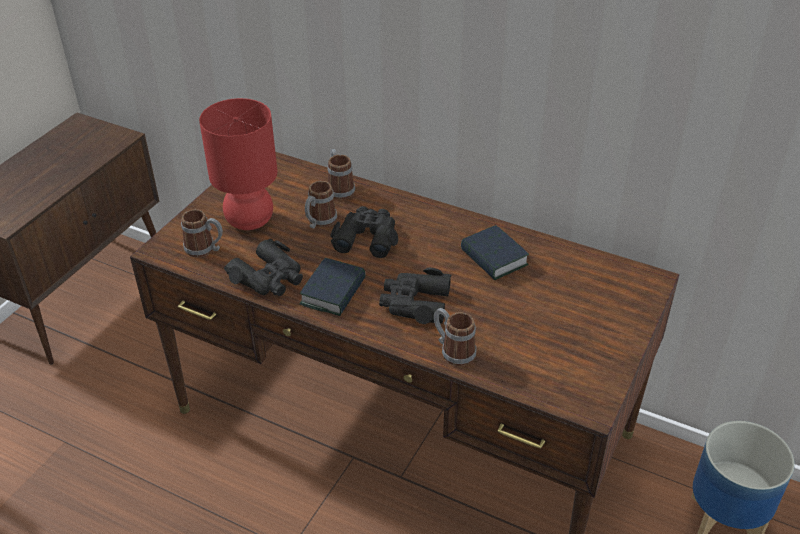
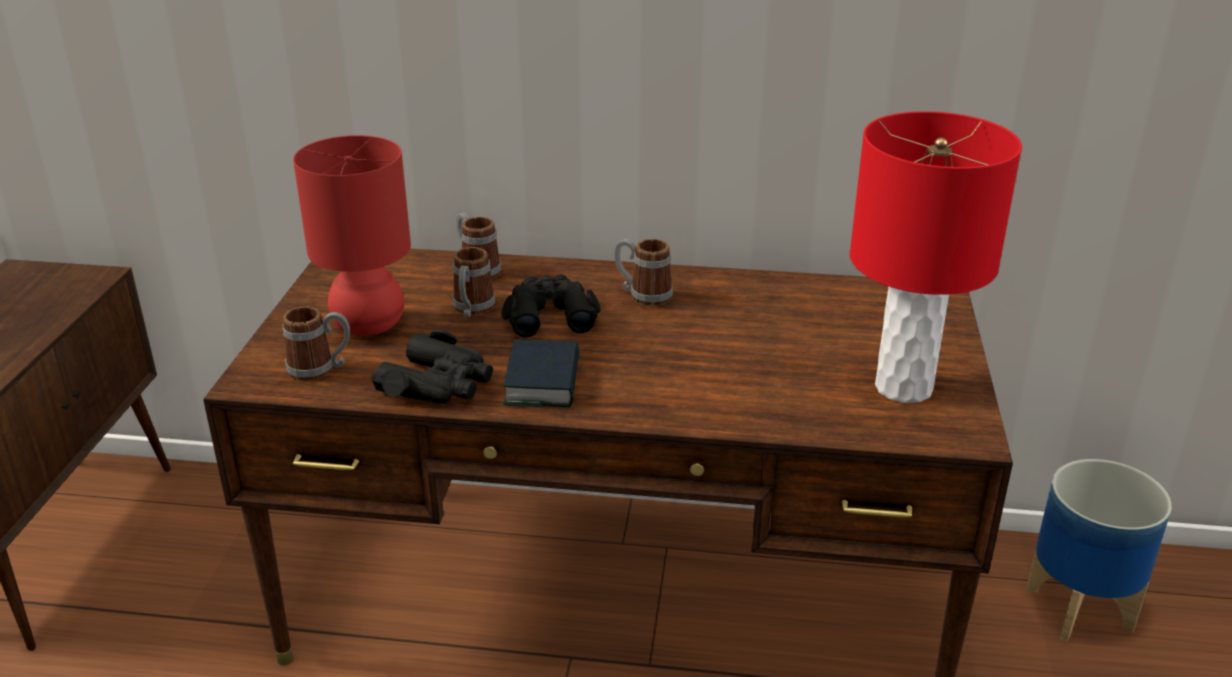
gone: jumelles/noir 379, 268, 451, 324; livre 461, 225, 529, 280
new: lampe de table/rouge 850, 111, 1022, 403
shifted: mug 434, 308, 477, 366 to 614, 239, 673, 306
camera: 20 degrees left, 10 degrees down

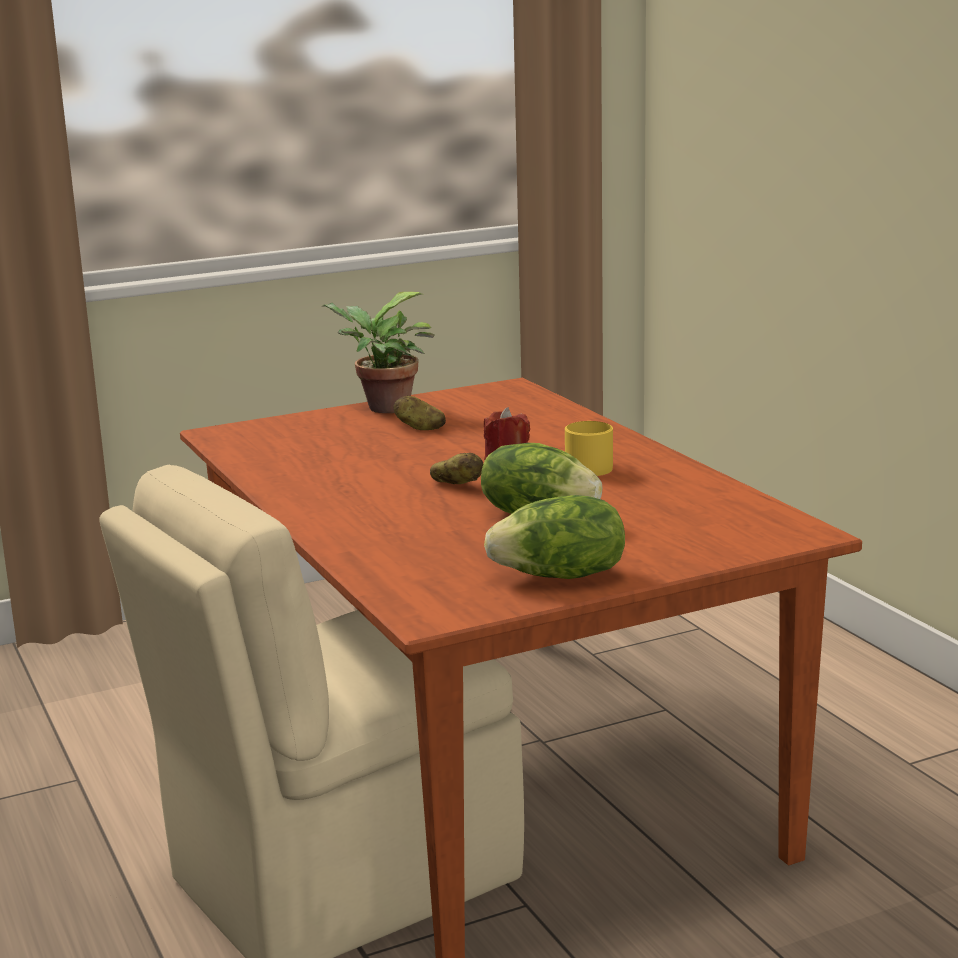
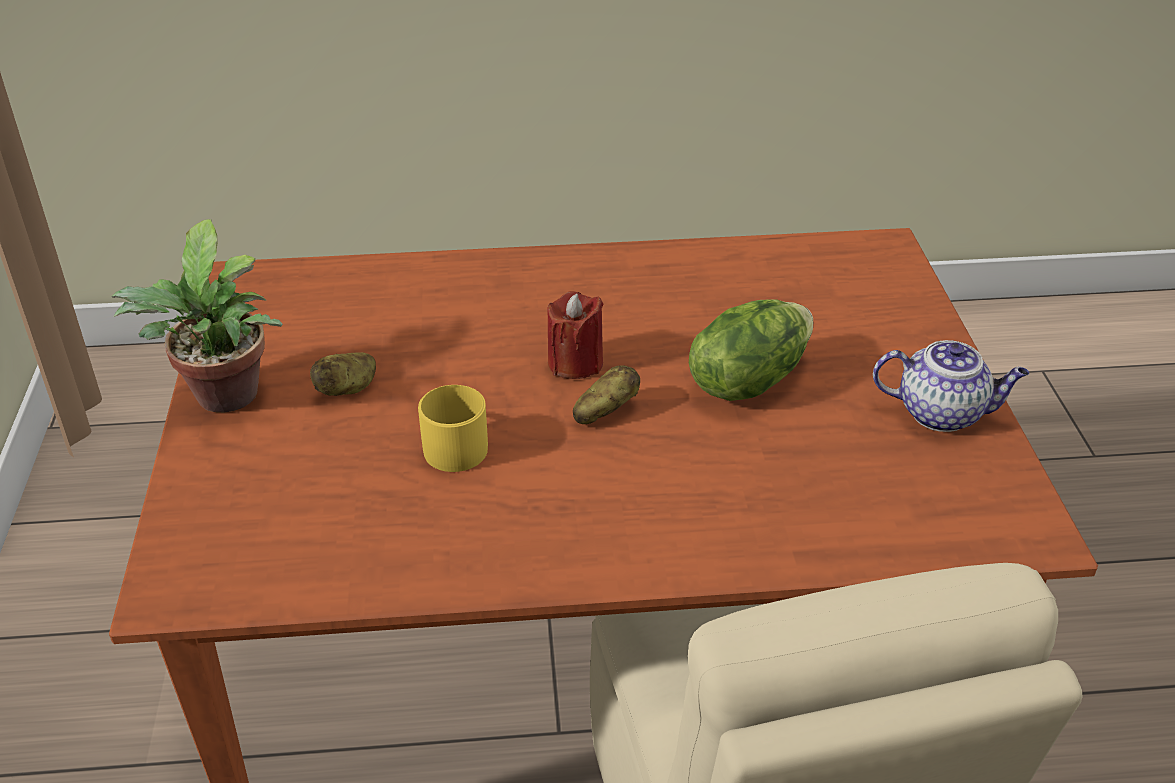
shifted: mug/jaune 565, 421, 613, 476 to 418, 385, 488, 472
swapped: laitue 484, 495, 625, 579 to théière 873, 340, 1029, 432
camera: 70 degrees left, 20 degrees up

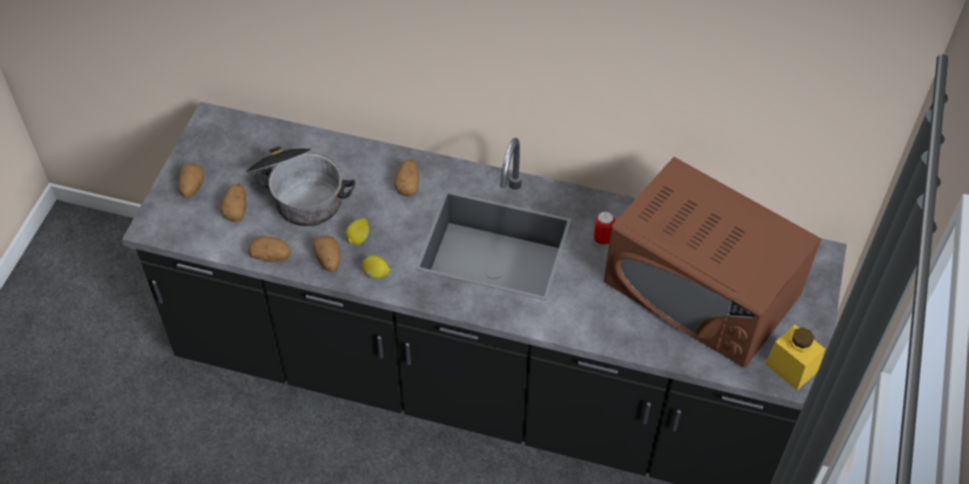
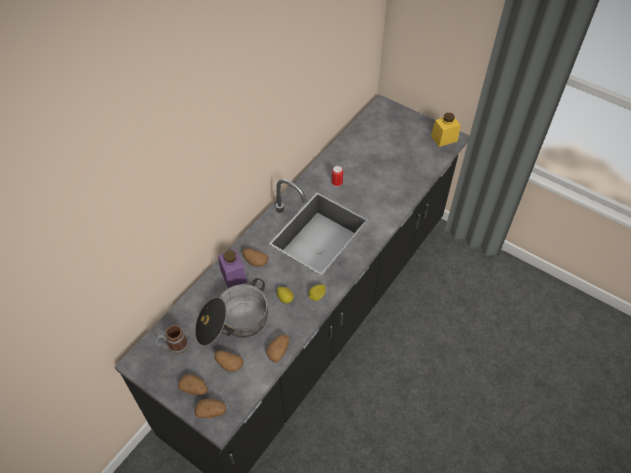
gone: micro-ondes/marron 604, 157, 821, 368
new: mug 155, 325, 188, 354; bocal/violet 218, 249, 247, 288
shifted: pomme de terre 312, 236, 341, 272 to 194, 399, 227, 418
camera: 70 degrees left, 0 degrees up

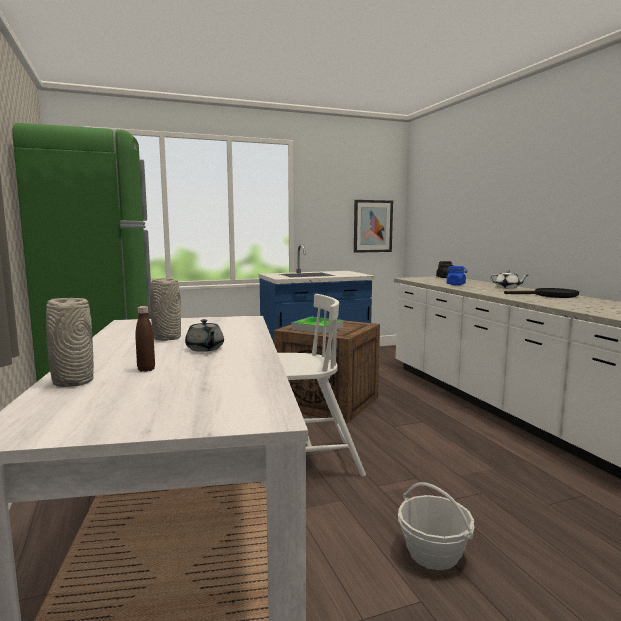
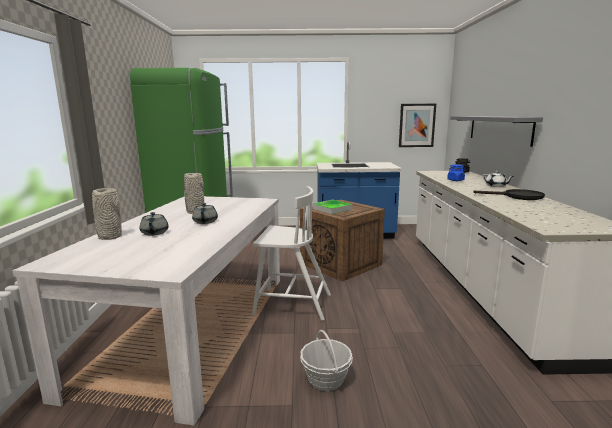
new: étagère/gris 450, 116, 543, 147
swapped: bouteille/marron 135, 306, 155, 372 to théière/gris 139, 212, 169, 236
camera: 20 degrees right, 5 degrees up

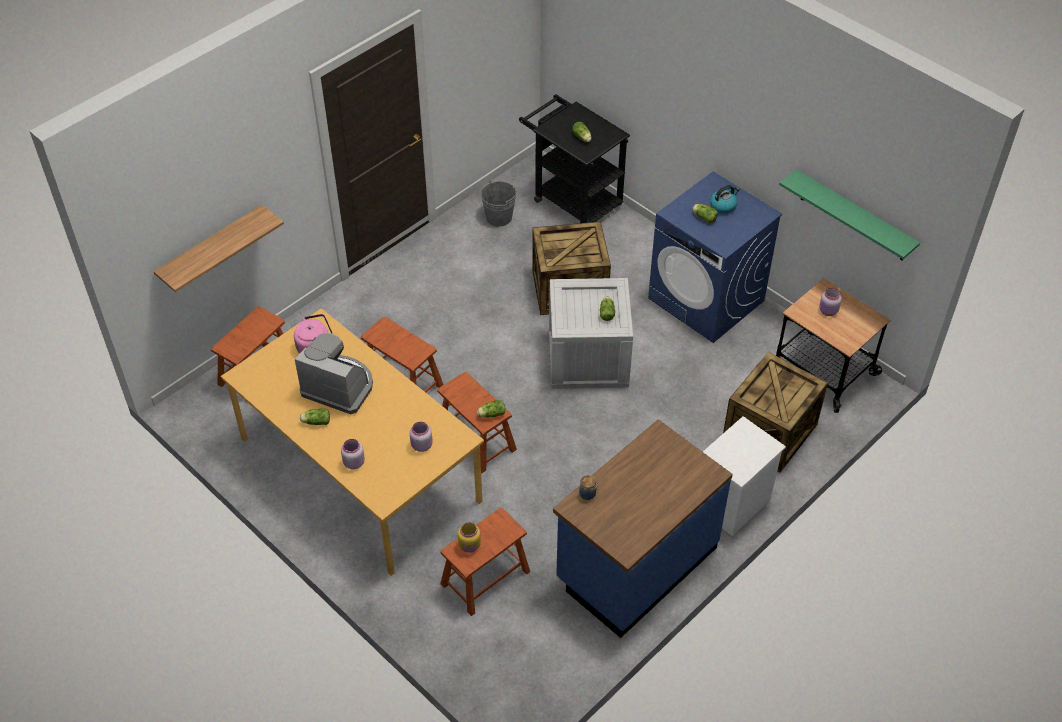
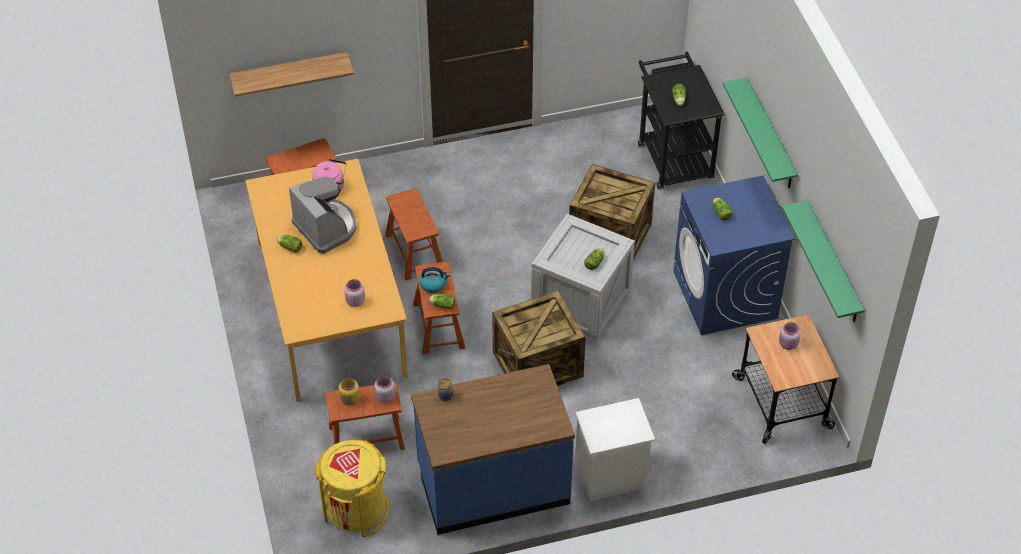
gone: seau/gris 481, 181, 516, 227
new: poubelle/jaune 315, 439, 389, 537; étagère/vert 723, 78, 798, 188
shifted: bocal/rose 341, 439, 365, 469 to 374, 375, 395, 403; bouilloire 710, 185, 740, 214 to 419, 267, 450, 293; caisse 723, 352, 828, 473 to 492, 290, 586, 386
camera: 30 degrees right, 0 degrees up

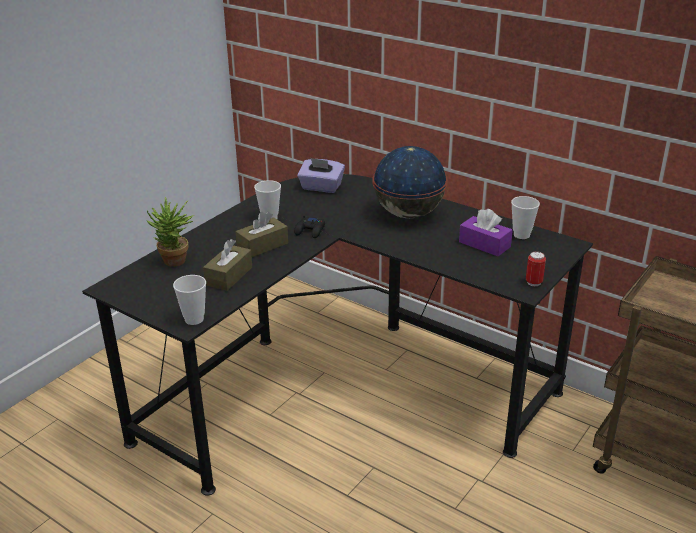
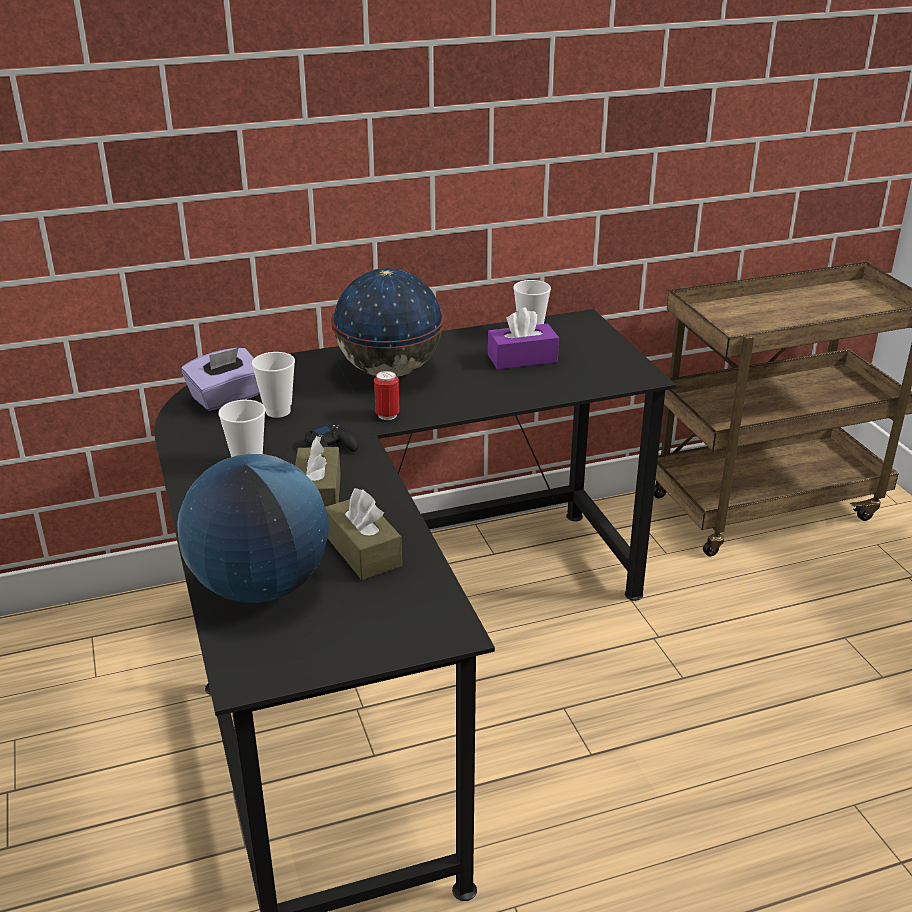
shifted: tasse 173, 275, 206, 325 to 252, 352, 295, 418; boîte métallique 526, 251, 546, 286 to 374, 371, 400, 420
swapped: plante en pot 147, 197, 194, 267 to globe 177, 454, 329, 603
camera: 55 degrees left, 0 degrees up

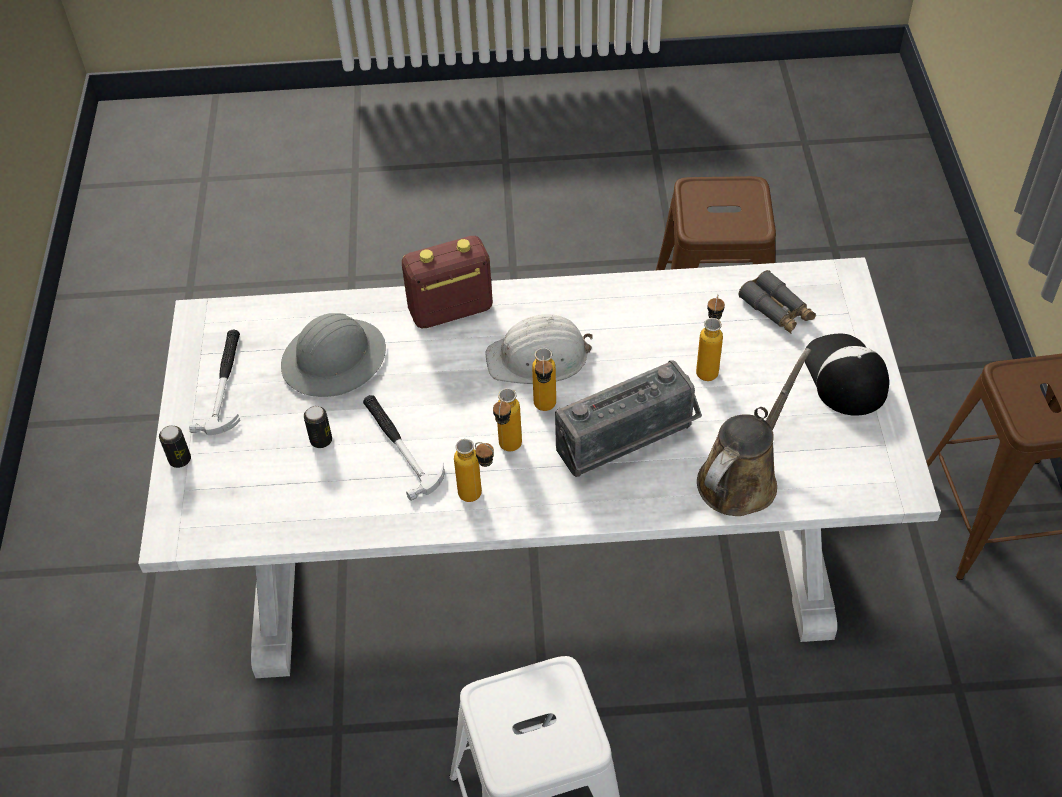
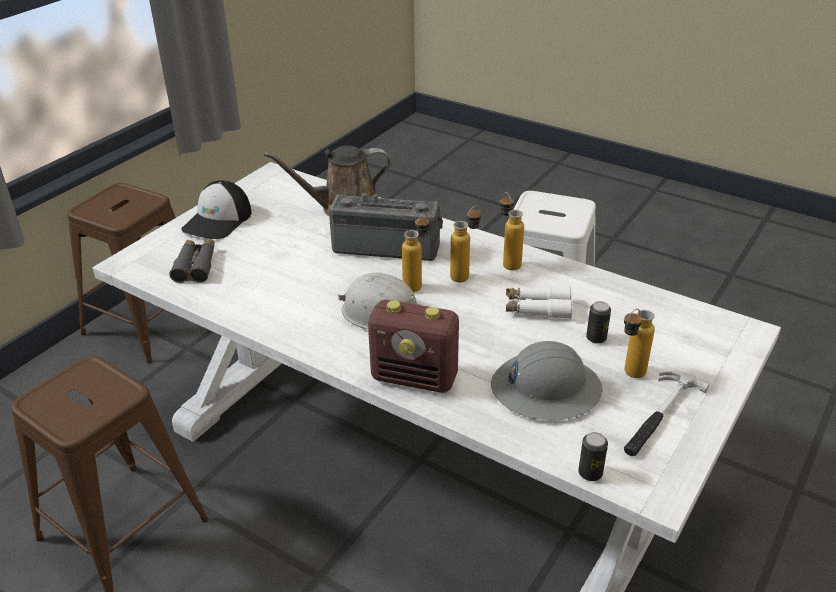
shifted: boîte métallique 159, 425, 191, 468 to 578, 432, 608, 481; bouteille 696, 294, 725, 381 to 624, 309, 655, 378
swapped: marteau 363, 395, 445, 501 to jumelles/blanc 506, 286, 573, 318
camera: 145 degrees left, 15 degrees down

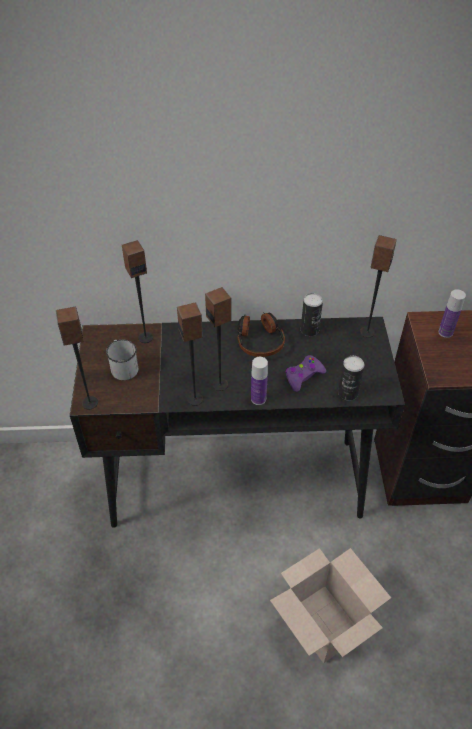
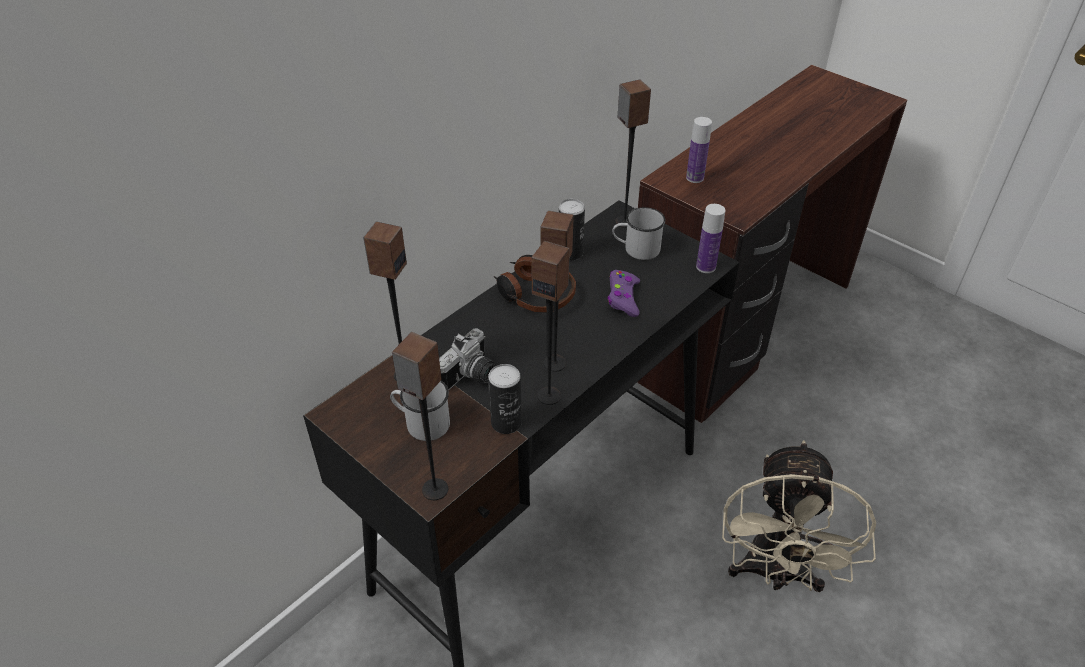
new: appareil photo 439, 329, 496, 391; mug/blanc 613, 207, 666, 260
shifted: bouteille 251, 357, 268, 405 to 696, 204, 726, 273; boîte métallique 338, 356, 364, 400 to 488, 364, 522, 434
swapped: carton 270, 548, 391, 663 to ventilateur/beige 722, 440, 876, 592
camera: 45 degrees left, 5 degrees down

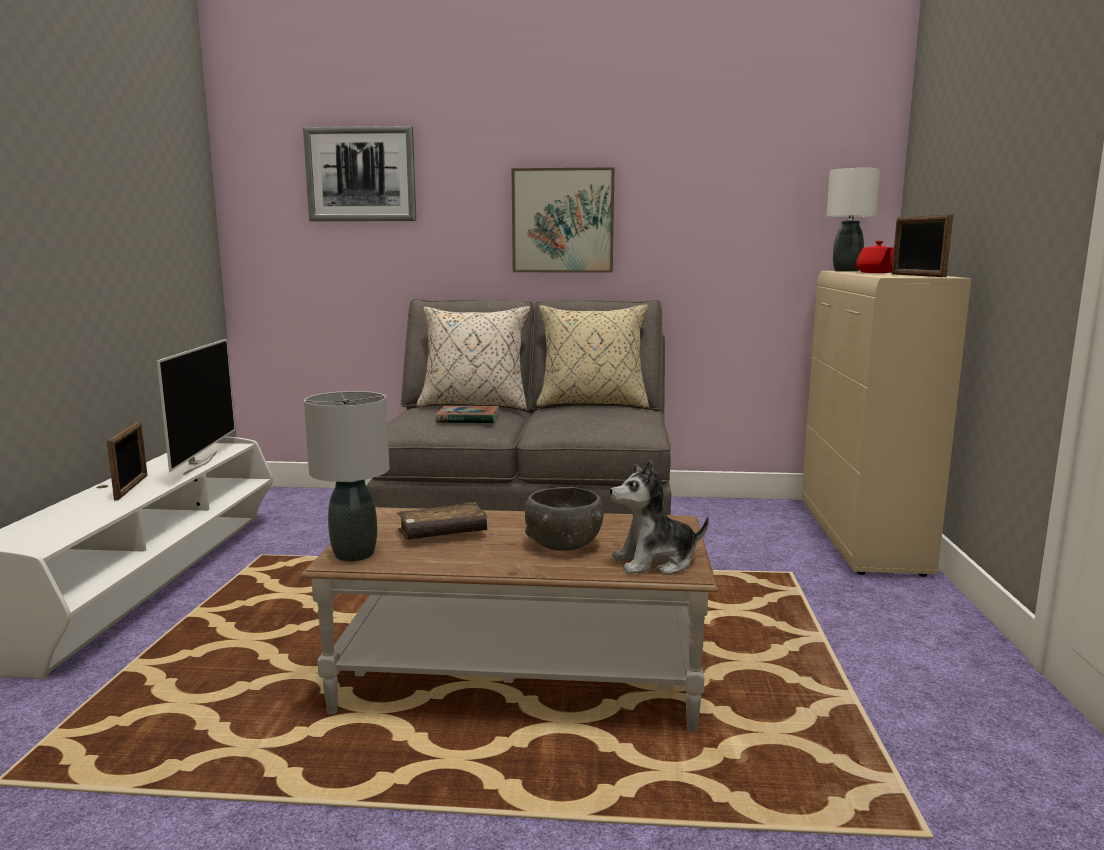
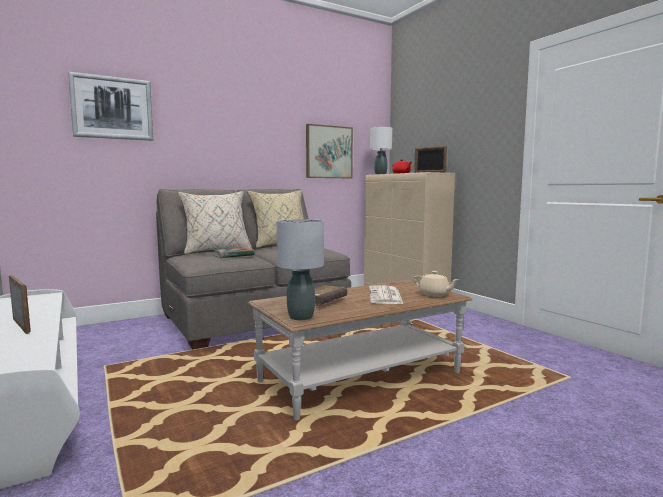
gone: téléviseur 157, 339, 235, 475
shifted: tableau 512, 167, 614, 273 to 306, 124, 353, 178
swapped: bol/gris 524, 487, 603, 551 to journal 369, 285, 403, 304; peluche 610, 460, 709, 575 to théière/beige 414, 271, 459, 297
camera: 35 degrees left, 5 degrees down

